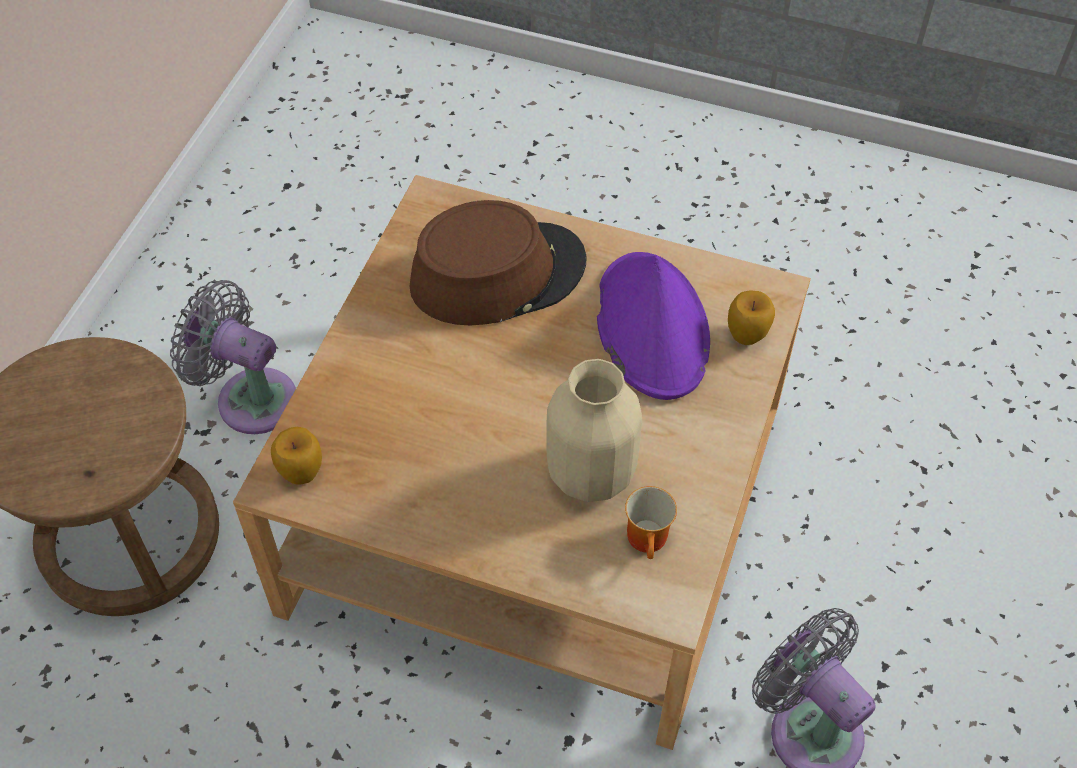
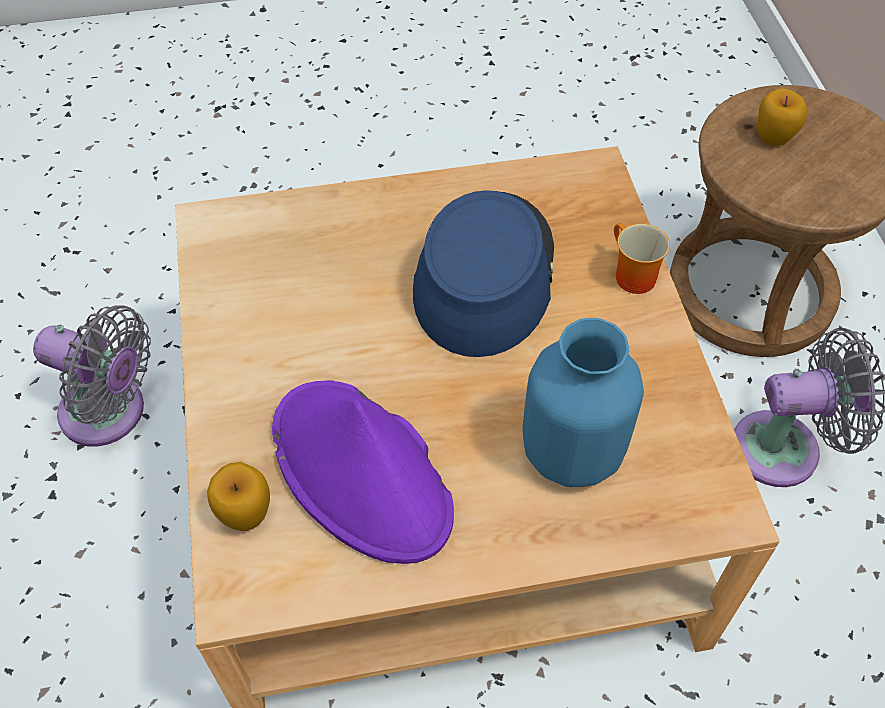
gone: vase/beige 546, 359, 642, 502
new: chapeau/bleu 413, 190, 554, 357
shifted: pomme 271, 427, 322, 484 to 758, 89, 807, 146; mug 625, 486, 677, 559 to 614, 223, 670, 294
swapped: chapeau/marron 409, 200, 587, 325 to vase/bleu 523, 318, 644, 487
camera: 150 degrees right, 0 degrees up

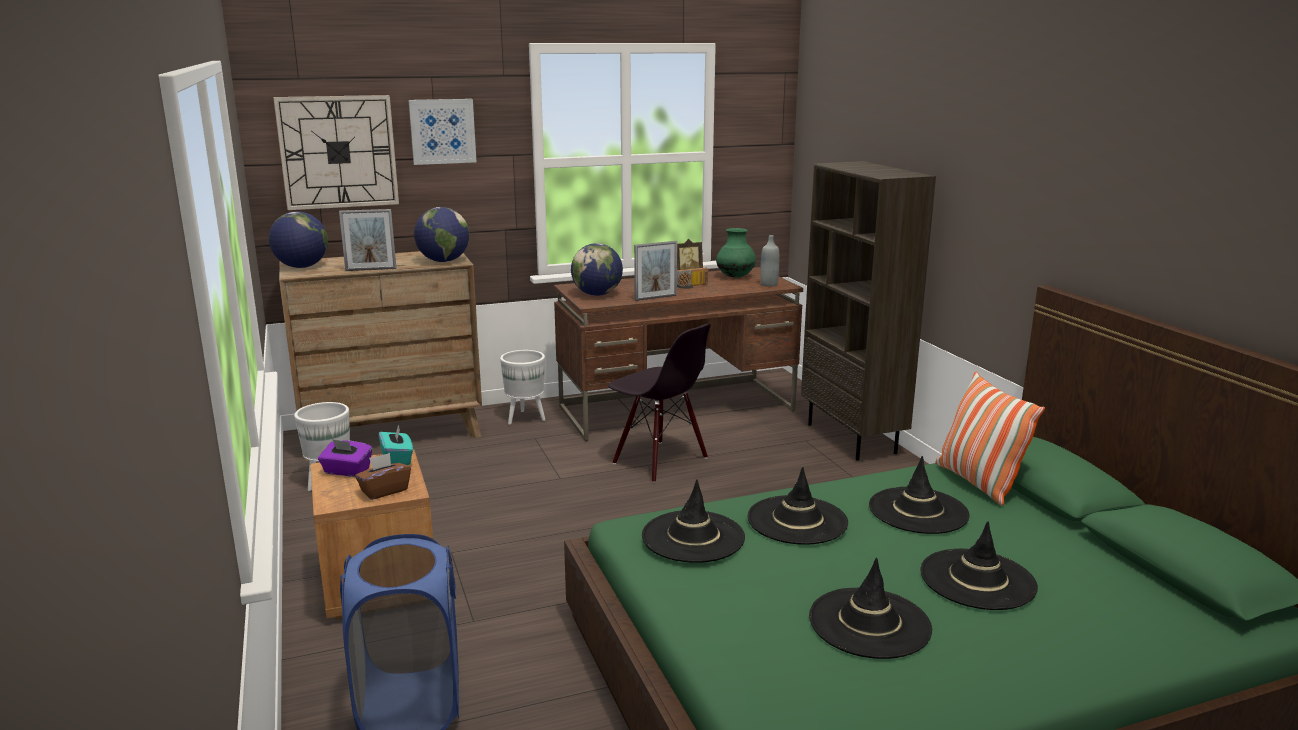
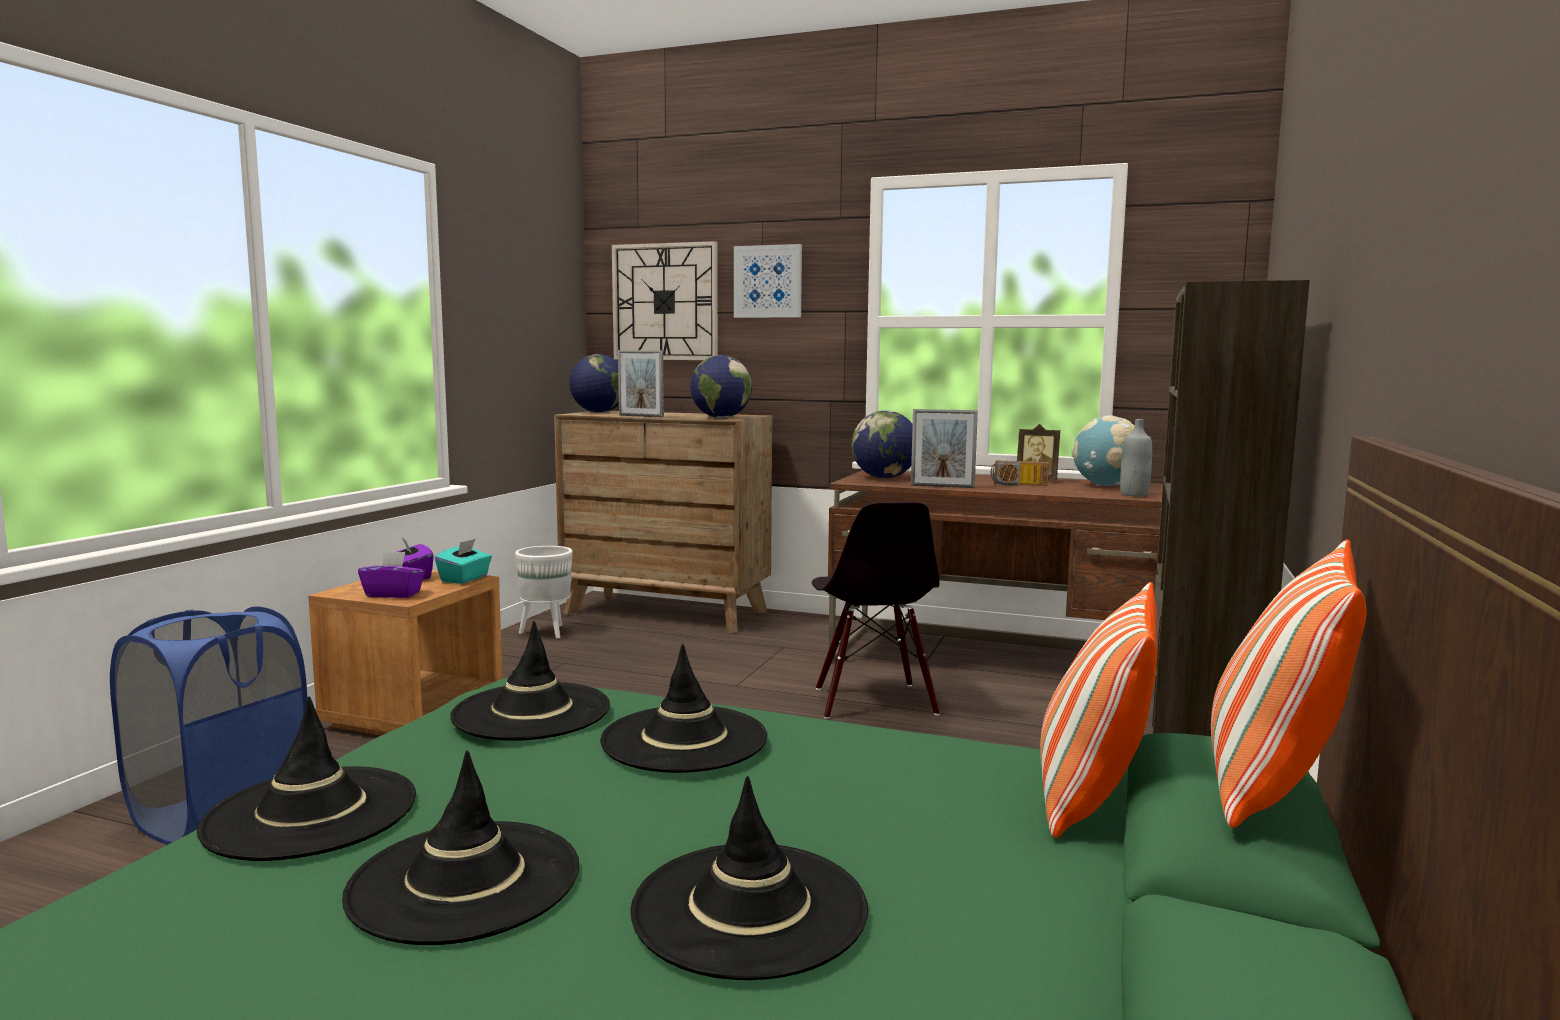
gone: cache-pot/blanc 500, 350, 545, 425
new: coussin 1211, 540, 1367, 828
shifted: chapeau/noir 869, 456, 969, 534 to 197, 696, 416, 861
swapped: vase/vert 716, 228, 756, 278 to globe 1072, 415, 1135, 486
repainted: boîte à mouchoirs/marron 355, 453, 411, 500 to boîte à mouchoirs/violet 358, 551, 425, 598
camera: 40 degrees right, 10 degrees down

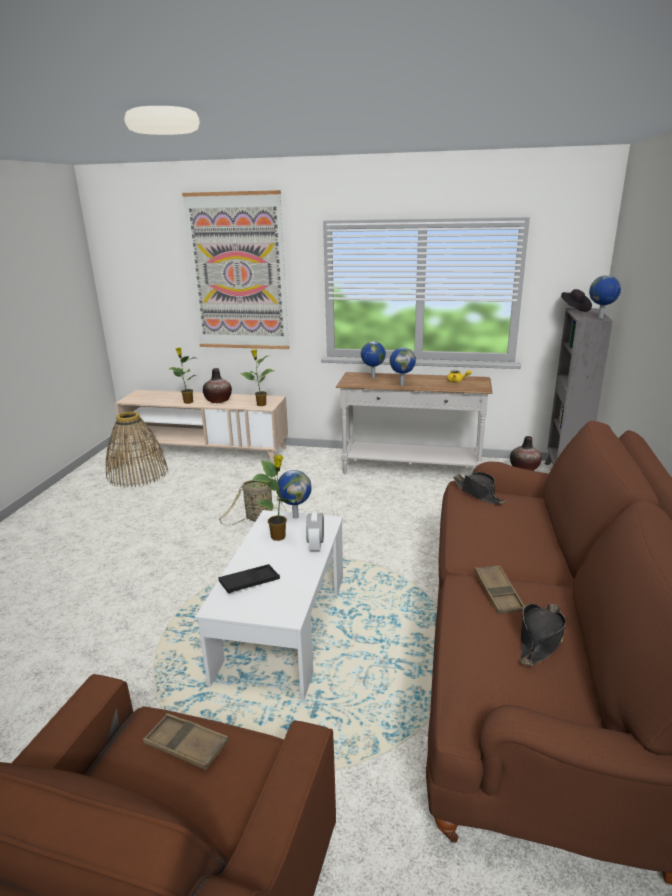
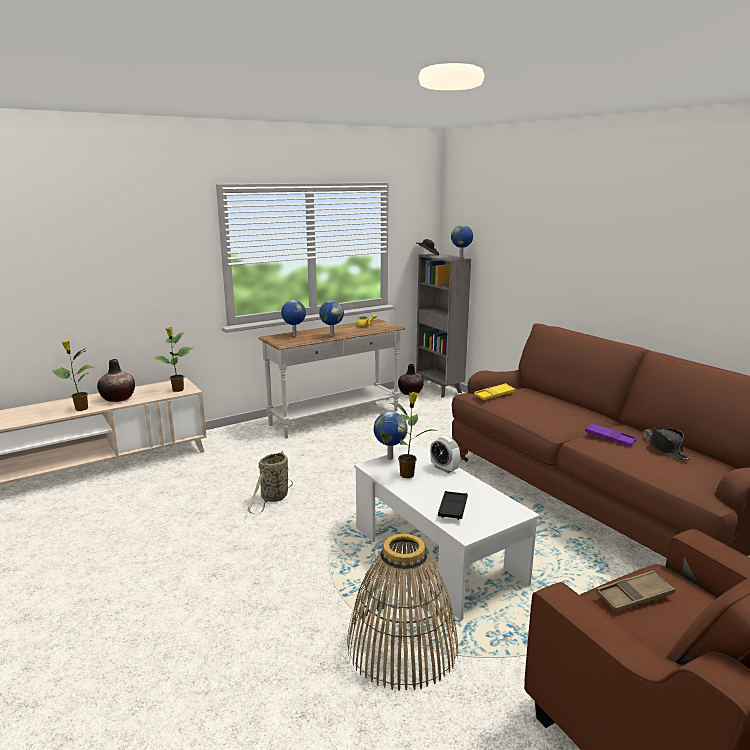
gone: tableau 182, 190, 289, 349
shifted: panier 106, 412, 168, 487 to 347, 534, 458, 691
swapped: chapeau/noir 453, 472, 506, 505 to plateau/jaune 474, 383, 516, 400
repainted: plateau/marron 474, 565, 525, 614 to plateau/violet 585, 423, 637, 447
camera: 45 degrees left, 5 degrees down

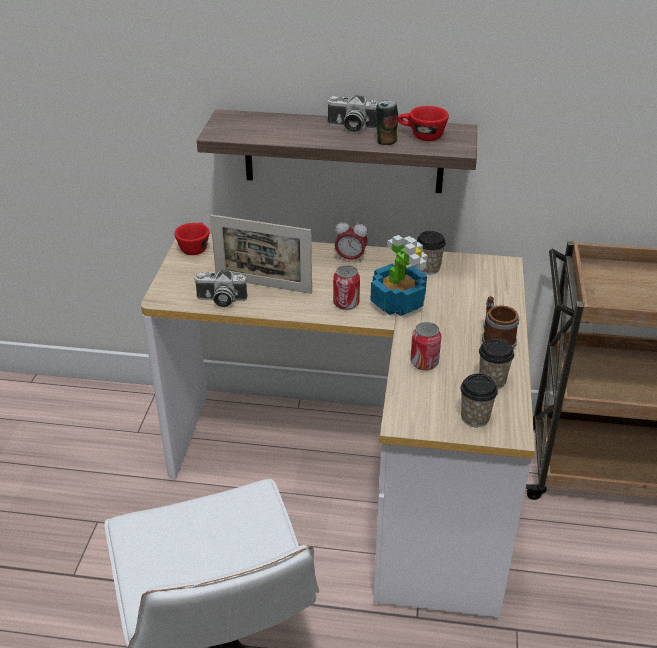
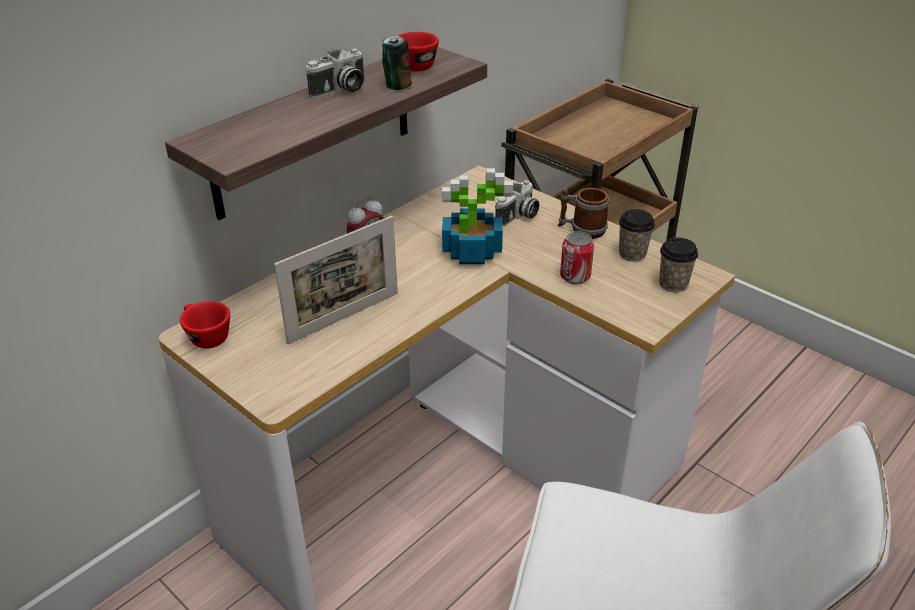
gone: boîte métallique 333, 265, 360, 310; tasse 417, 231, 446, 275
shifted: appareil photo 194, 270, 247, 307 to 495, 180, 539, 227
camera: 55 degrees left, 0 degrees up

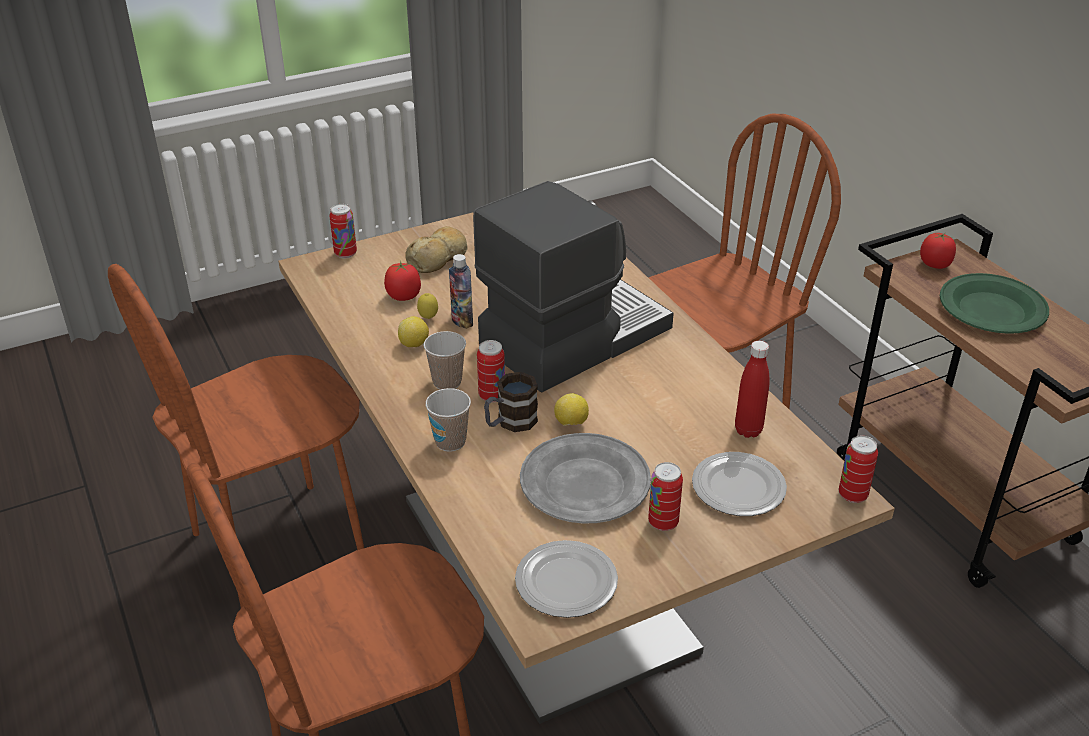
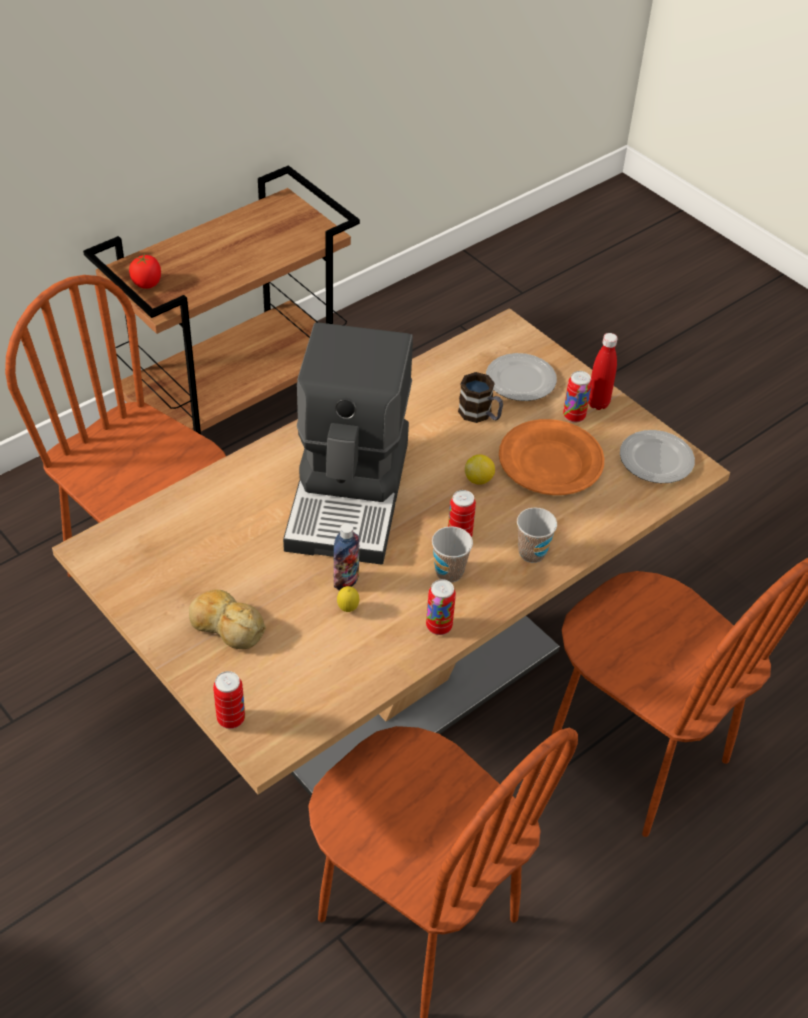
gone: tomate 384, 261, 421, 301; citron 398, 316, 429, 347; assiette/vert 940, 273, 1049, 334
shifted: mug 484, 372, 538, 432 to 458, 372, 503, 423; bouteille/rouge 735, 341, 769, 438 to 588, 333, 618, 410; boîte métallique 839, 436, 878, 503 to 426, 579, 456, 635
repainted: assiette/gris 520, 433, 651, 524 to assiette/orange 499, 419, 604, 495
rotated: machine à café 473, 181, 674, 393 = 283, 322, 413, 565 120 degrees counterclockwise
camera: 105 degrees left, 10 degrees up

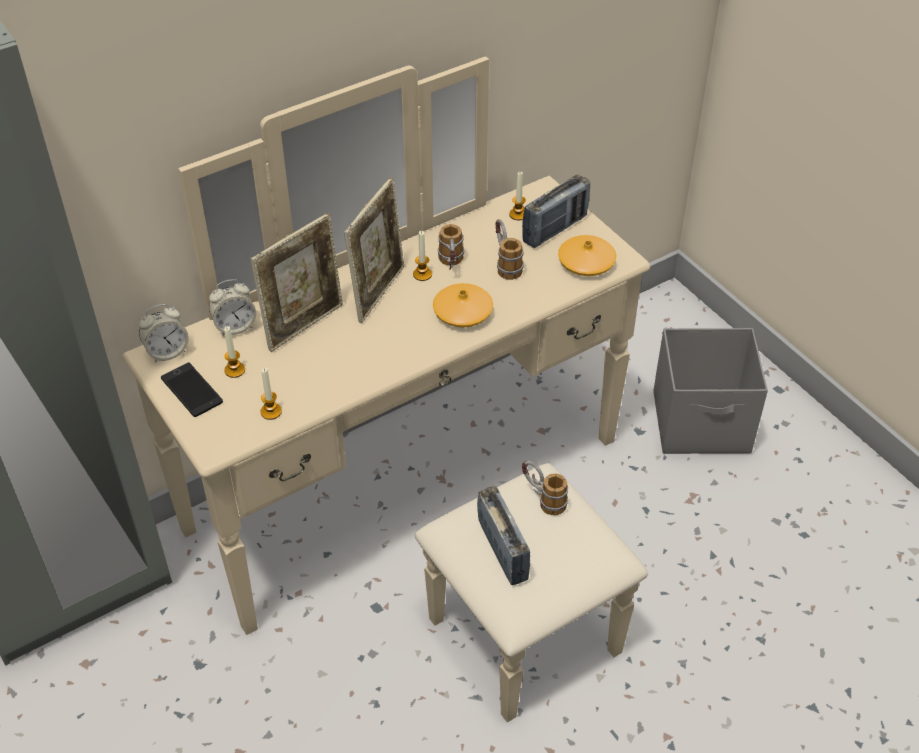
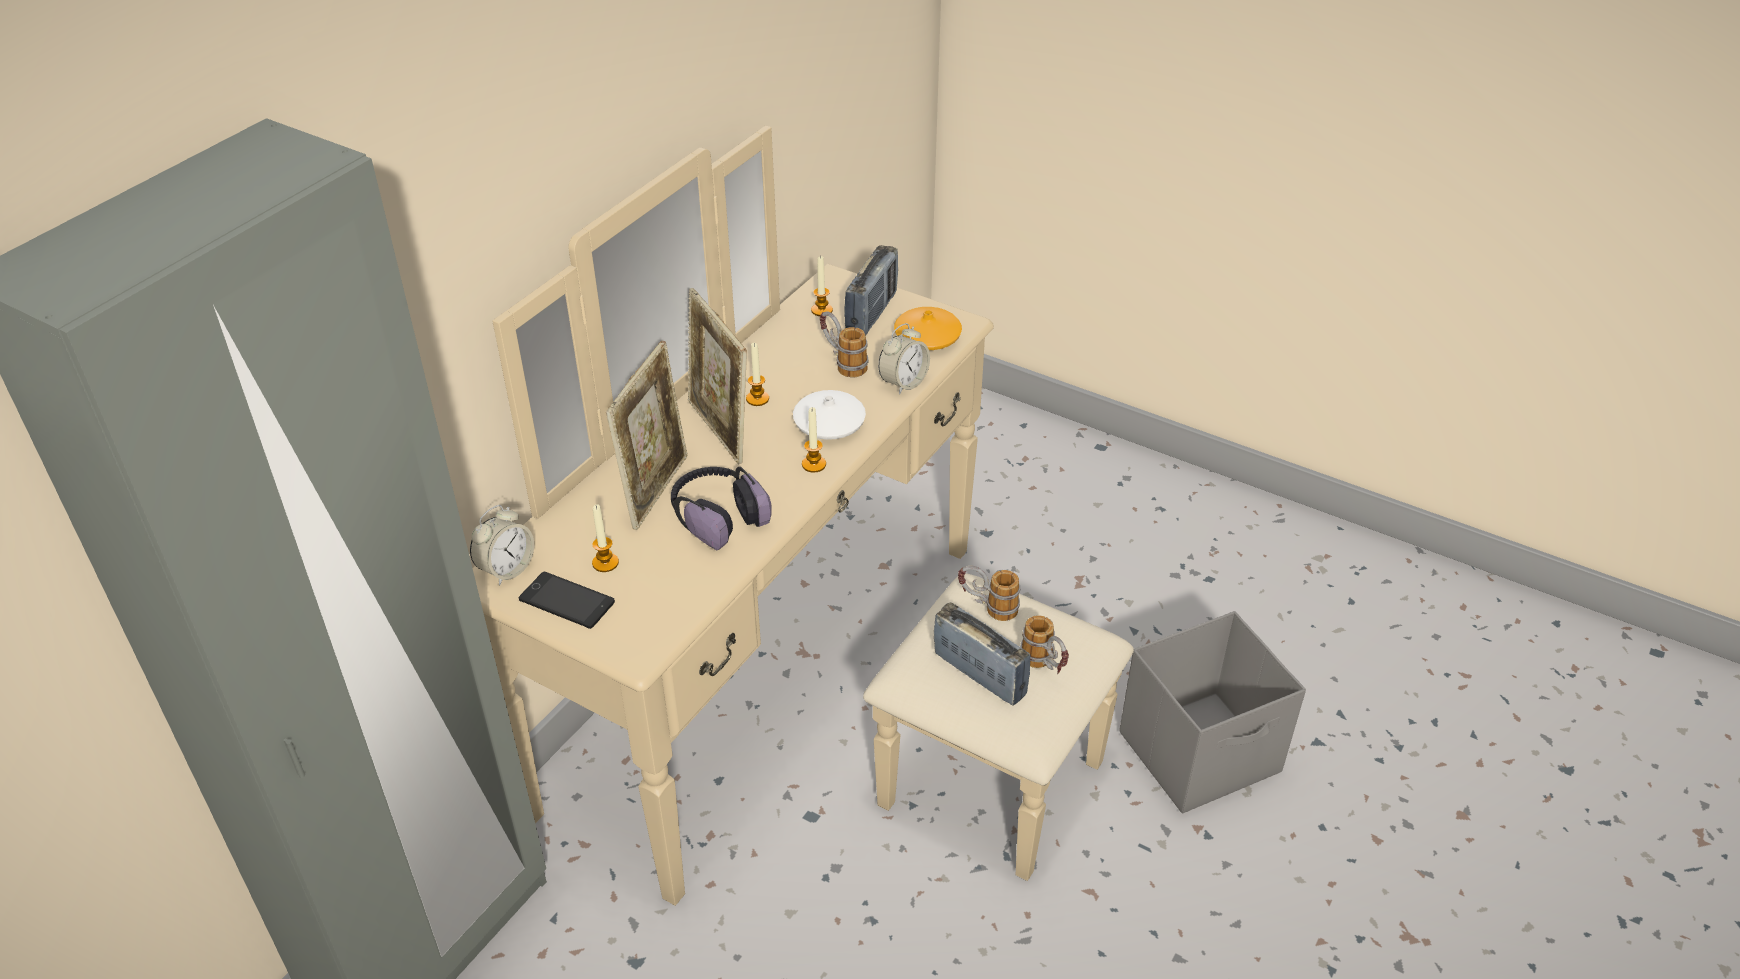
new: casque audio 671, 467, 772, 550
shifted: réveil 209, 279, 256, 336 to 878, 323, 930, 395; bougie 260, 368, 282, 420 to 802, 407, 826, 473; mug 438, 224, 464, 270 to 1020, 615, 1069, 674; boîte de rangement/gris 653, 328, 768, 454 to 1119, 611, 1306, 813
repainted: vase/orange 433, 283, 493, 328 to vase/blanc 793, 390, 866, 440
rotated: cadre photo 344, 178, 405, 323 = 688, 288, 747, 465 150 degrees clockwise
camera: 25 degrees left, 5 degrees down

